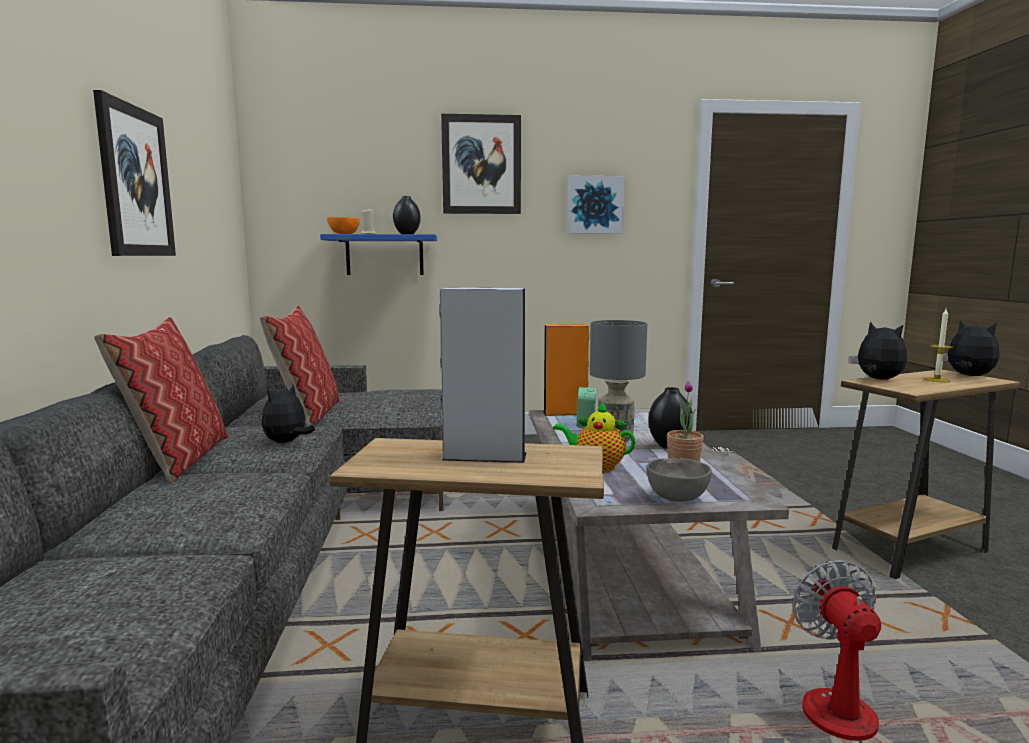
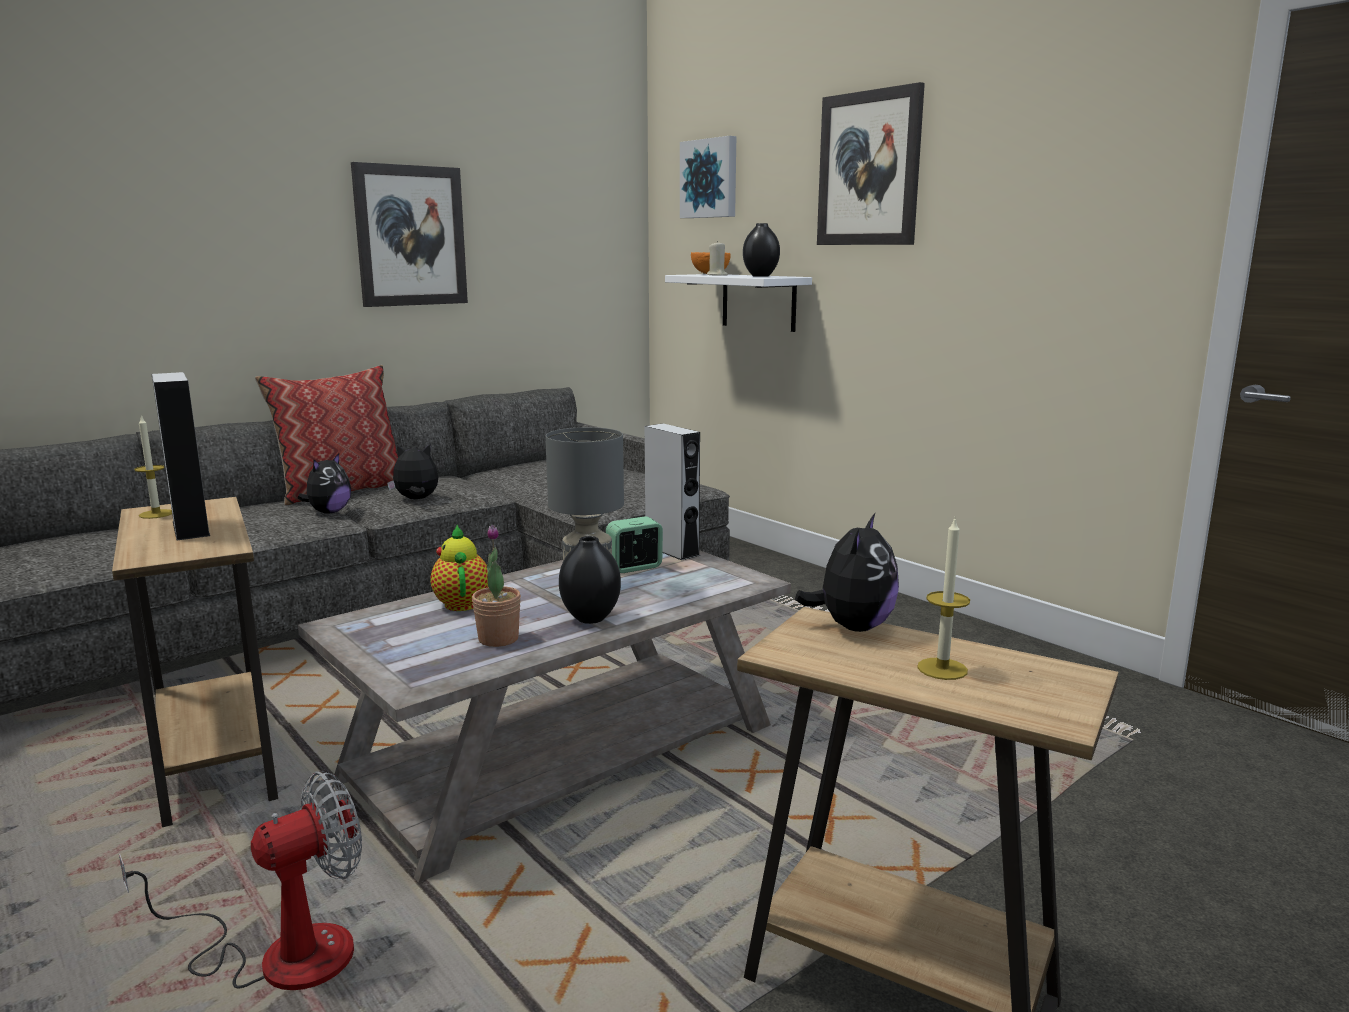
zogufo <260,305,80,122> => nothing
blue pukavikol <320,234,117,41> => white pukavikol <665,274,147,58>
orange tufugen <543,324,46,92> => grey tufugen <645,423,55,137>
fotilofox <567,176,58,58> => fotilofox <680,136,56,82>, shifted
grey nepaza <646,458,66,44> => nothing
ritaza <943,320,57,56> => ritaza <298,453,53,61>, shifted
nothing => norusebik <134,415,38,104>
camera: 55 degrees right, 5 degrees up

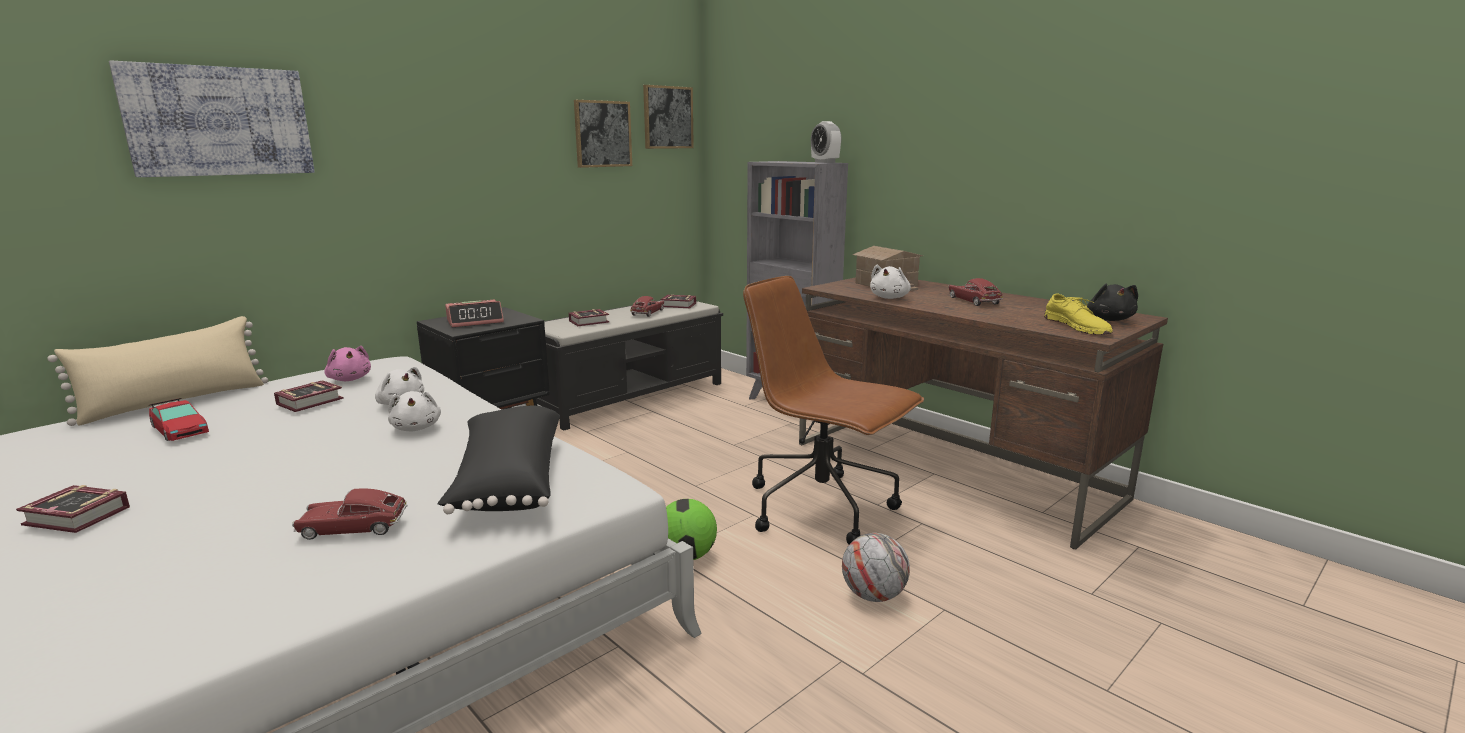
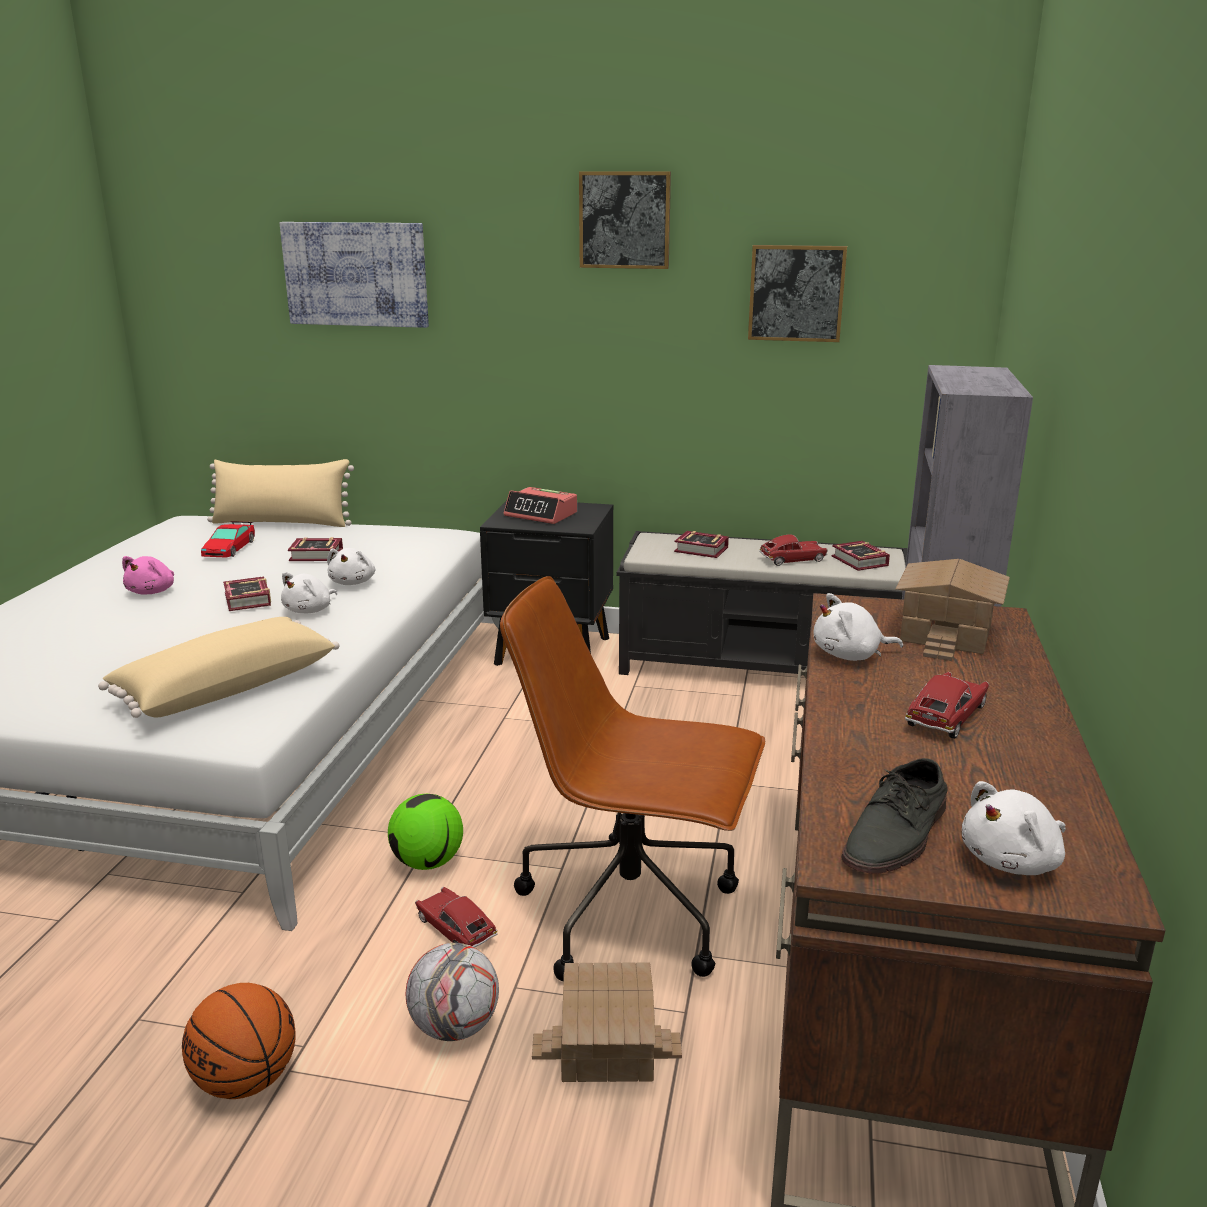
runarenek <16,485,114,48> => runarenek <223,576,48,35>, shifted
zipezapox <292,488,115,52> => zipezapox <415,887,82,61>, shifted
pink ritaza <325,346,46,35> => pink ritaza <122,556,52,39>, shifted
black zogufo <437,406,123,108> => beige zogufo <98,617,241,101>
fotilofox <643,85,51,64> => fotilofox <579,171,92,98>, shifted
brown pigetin <743,276,181,269> => brown pigetin <500,576,265,405>, 75 degrees counterclockwise
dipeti <811,121,30,42> => nothing
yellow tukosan <1044,293,69,42> => grey tukosan <842,758,106,116>
black ritaza <1087,283,51,38> => white ritaza <962,781,104,94>
nothing => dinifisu <182,983,114,116>
nothing => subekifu <532,962,150,120>
camera: 55 degrees right, 5 degrees up

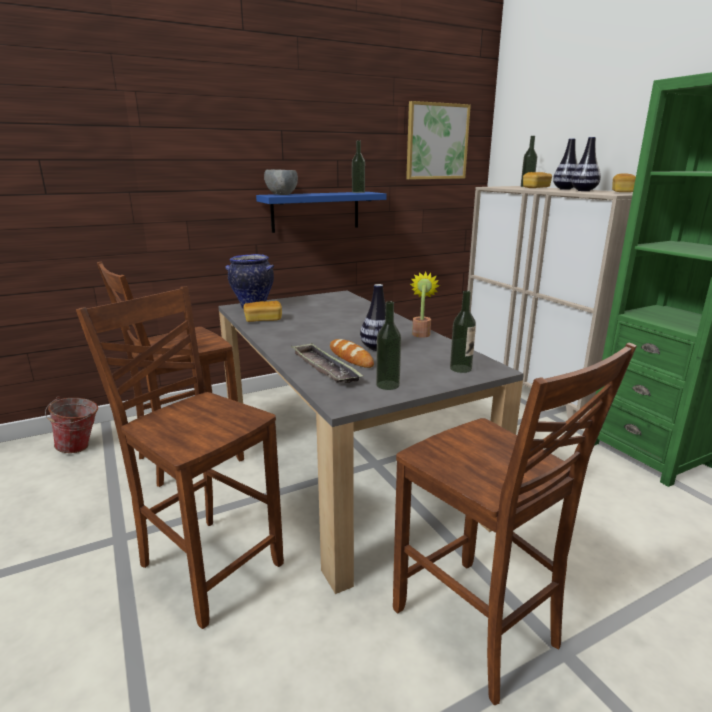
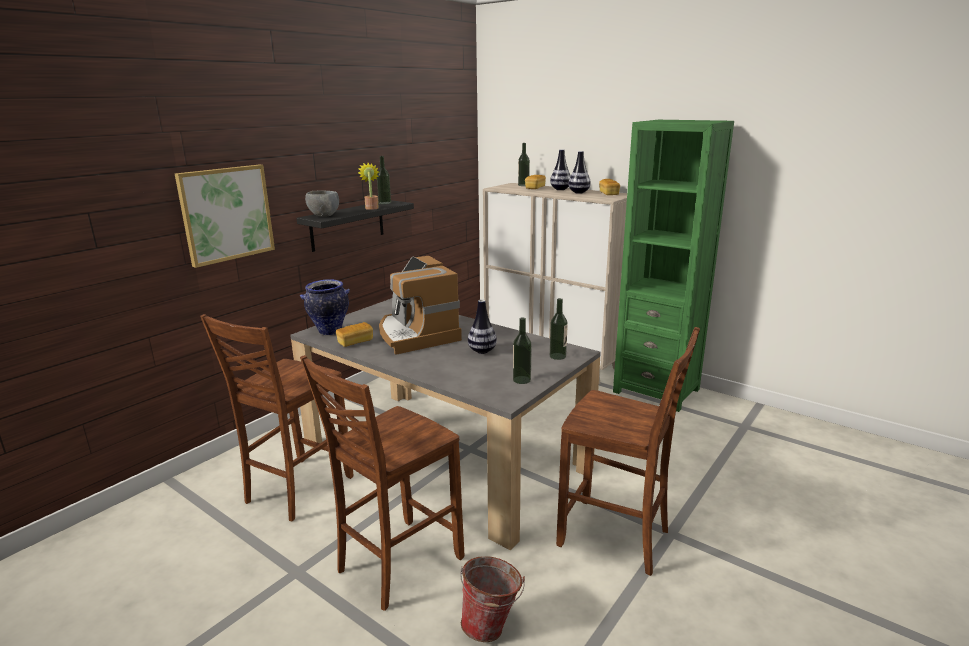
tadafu <45,396,53,57> => tadafu <460,556,65,86>, shifted
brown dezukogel <76,286,208,343> => brown dezukogel <300,355,164,256>, 60 degrees counterclockwise
blue pukavikol <256,192,131,41> => black pukavikol <296,200,118,52>
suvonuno <291,343,73,40> => nothing
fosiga <330,339,44,29> => nothing
fotilofox <406,101,65,78> => fotilofox <175,164,100,104>, shifted
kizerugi <410,271,30,67> => kizerugi <358,163,21,47>, shifted
nothing => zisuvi <379,256,83,99>
camera: 25 degrees left, 0 degrees up

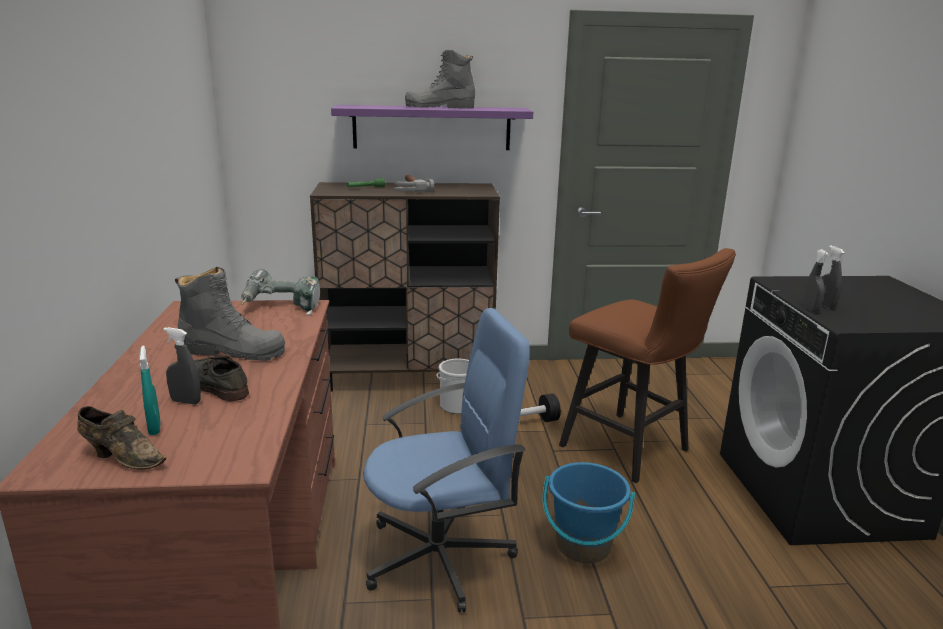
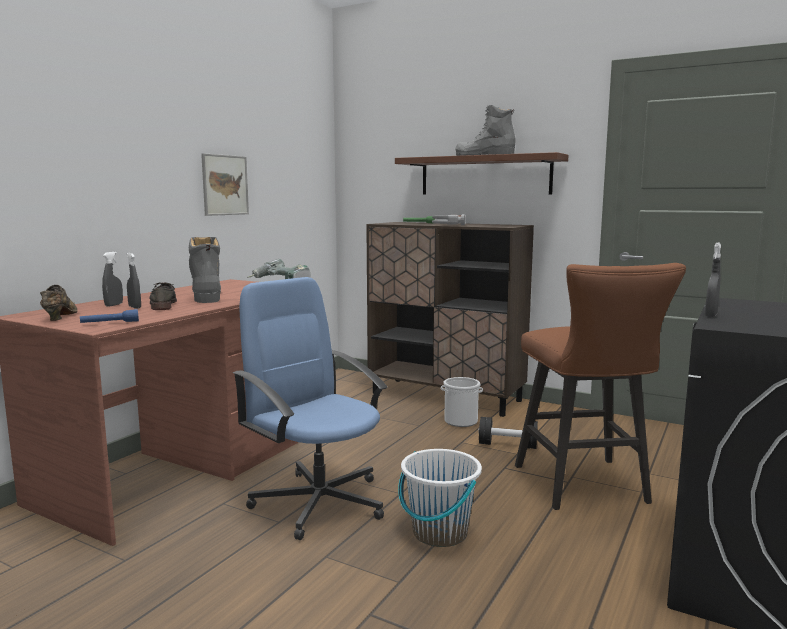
brown tukosan <77,406,89,63> => brown tukosan <40,285,38,36>, 150 degrees counterclockwise
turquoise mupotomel <139,345,21,90> => nothing
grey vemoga <175,267,110,94> => grey vemoga <189,237,32,66>, 150 degrees counterclockwise
purple pukavikol <331,105,202,45> => brown pukavikol <395,152,174,43>
blue pigetin <363,308,167,304> => blue pigetin <233,277,154,263>, 150 degrees counterclockwise
blue tadafu <543,462,92,101> => white tadafu <398,449,84,98>
grey mupotomel <821,245,23,64> => grey mupotomel <102,252,21,55>, shifted
nothing => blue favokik <80,309,59,14>
nothing => fotilofox <201,153,48,63>
camera: 35 degrees right, 10 degrees down

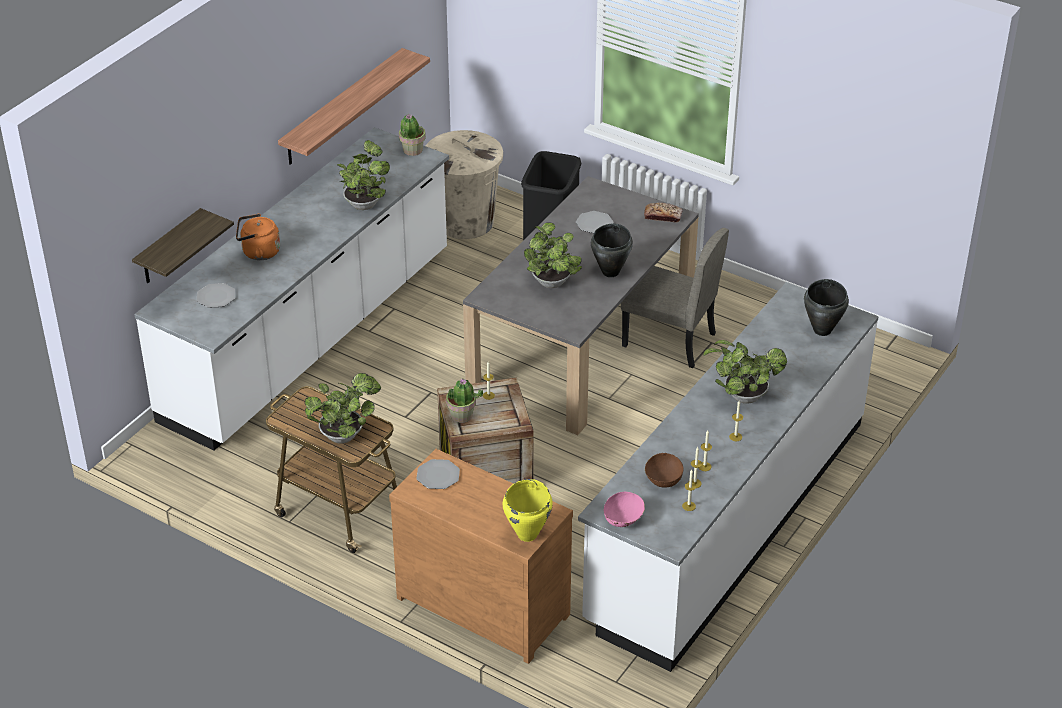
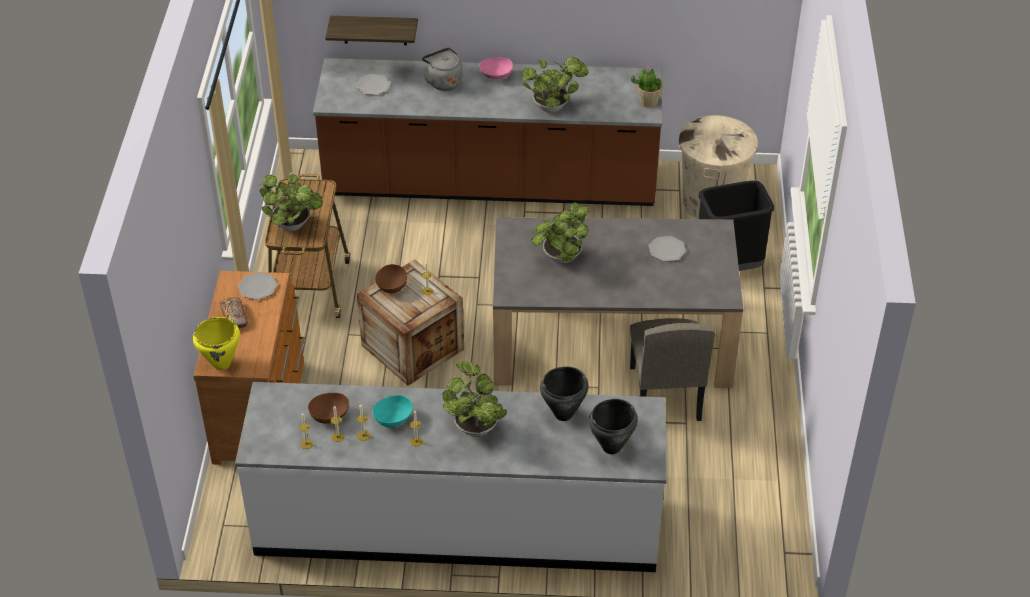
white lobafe <134,127,315,324> => brown lobafe <313,58,349,148>
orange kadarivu <236,214,44,46> => grey kadarivu <422,48,40,43>
pukavikol <278,48,152,117> => nothing
kizerugi <446,379,37,44> => brown nepaza <375,264,32,29>
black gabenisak <591,223,42,54> => black gabenisak <540,367,48,54>, shifted
pink nepaza <604,492,41,35> => pink nepaza <479,57,34,22>, shifted
fosiga <644,203,38,19> => fosiga <220,297,28,32>, shifted
nothing => turquoise nepaza <372,395,41,32>
camera: 60 degrees right, 5 degrees up

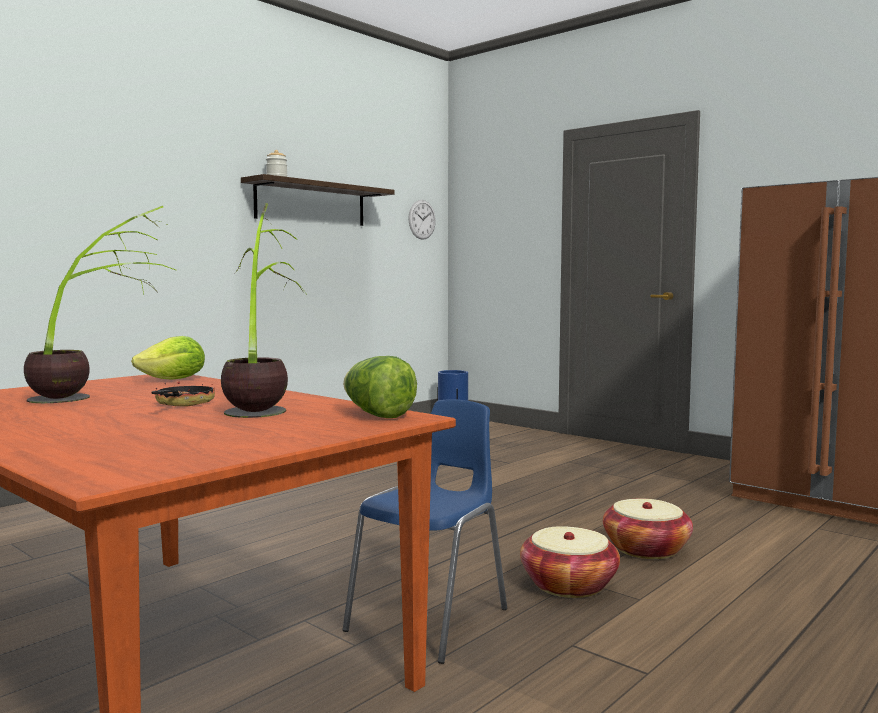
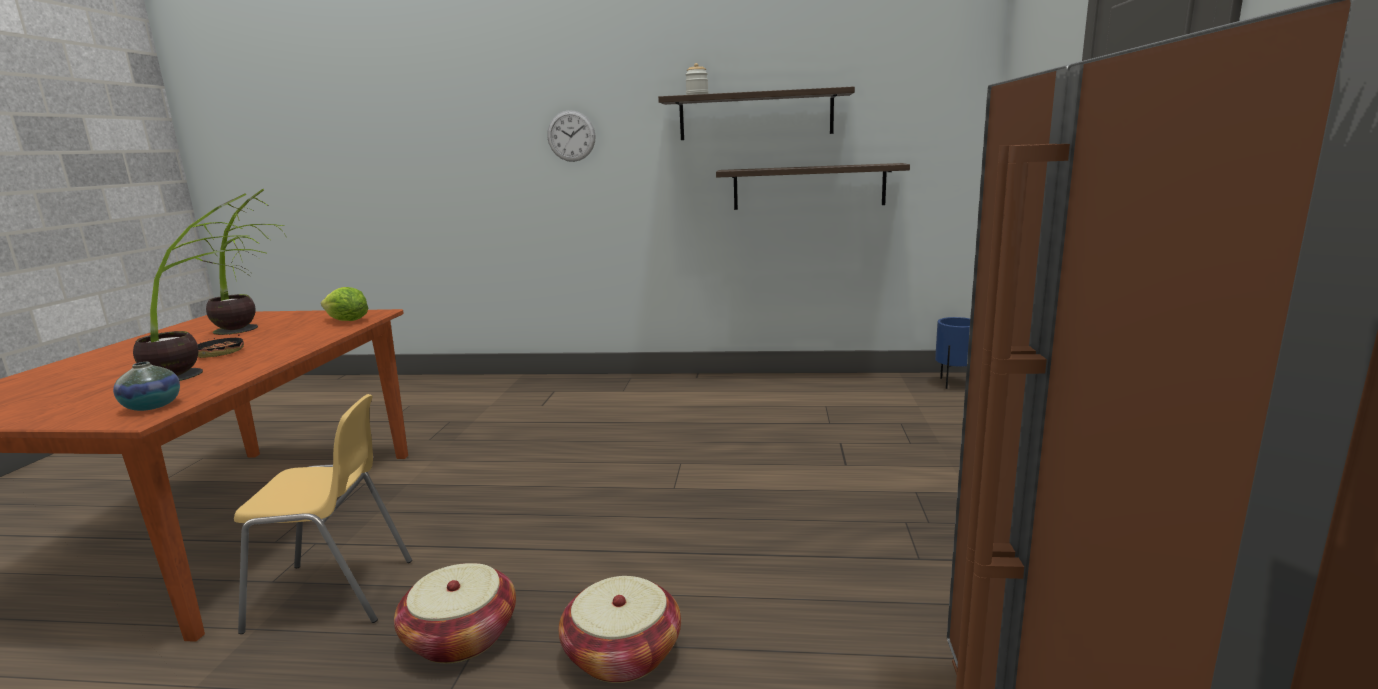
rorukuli <343,356,74,62> => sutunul <113,362,67,49>
blue dezukogel <343,399,164,265> => yellow dezukogel <234,394,178,240>
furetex <408,200,28,40> => furetex <547,110,49,52>, shifted
nothing => pukavikol <716,163,194,47>
camera: 55 degrees right, 10 degrees up

